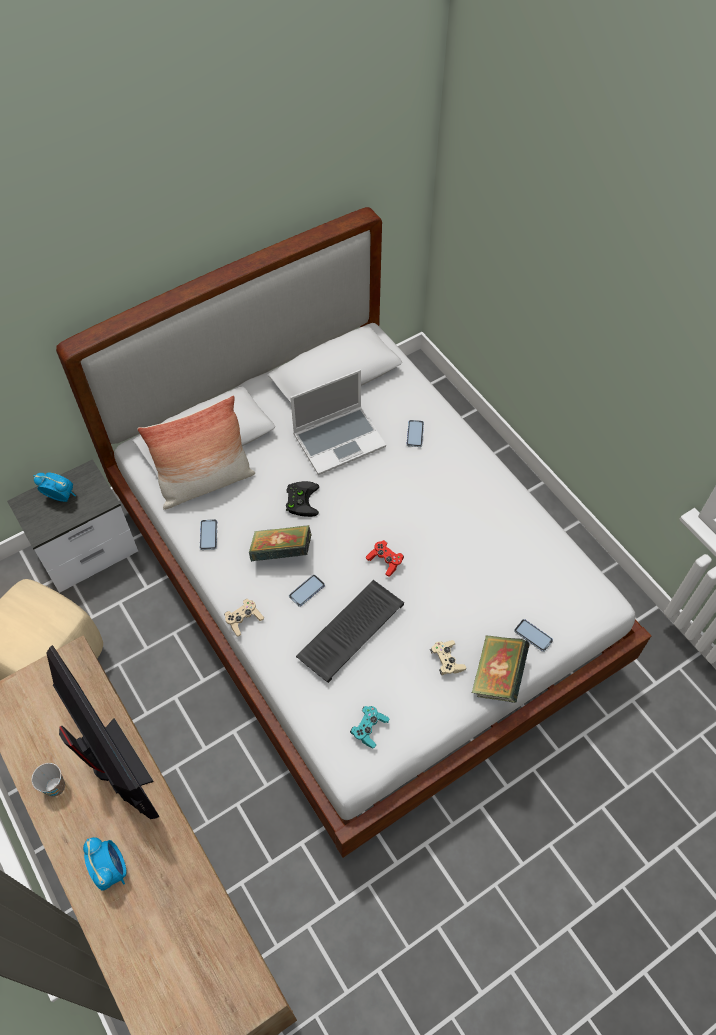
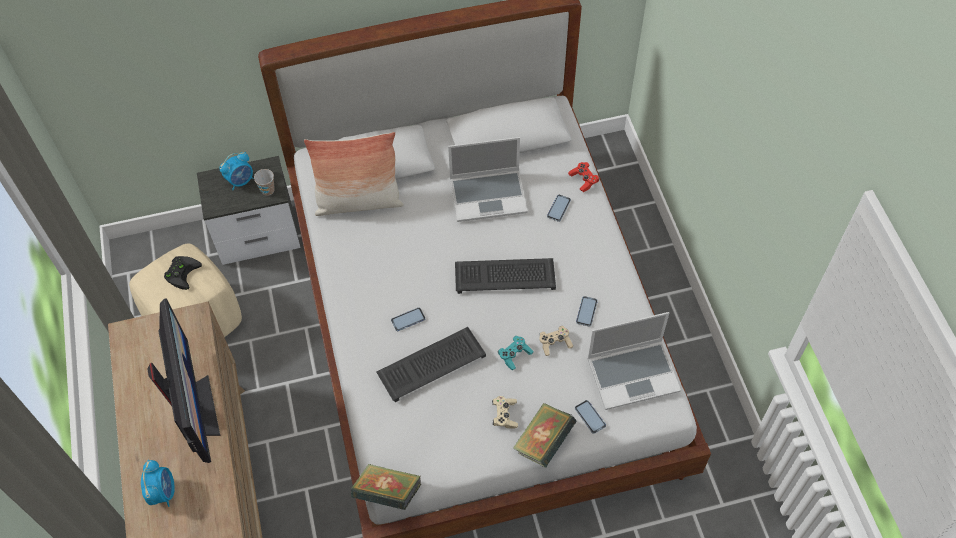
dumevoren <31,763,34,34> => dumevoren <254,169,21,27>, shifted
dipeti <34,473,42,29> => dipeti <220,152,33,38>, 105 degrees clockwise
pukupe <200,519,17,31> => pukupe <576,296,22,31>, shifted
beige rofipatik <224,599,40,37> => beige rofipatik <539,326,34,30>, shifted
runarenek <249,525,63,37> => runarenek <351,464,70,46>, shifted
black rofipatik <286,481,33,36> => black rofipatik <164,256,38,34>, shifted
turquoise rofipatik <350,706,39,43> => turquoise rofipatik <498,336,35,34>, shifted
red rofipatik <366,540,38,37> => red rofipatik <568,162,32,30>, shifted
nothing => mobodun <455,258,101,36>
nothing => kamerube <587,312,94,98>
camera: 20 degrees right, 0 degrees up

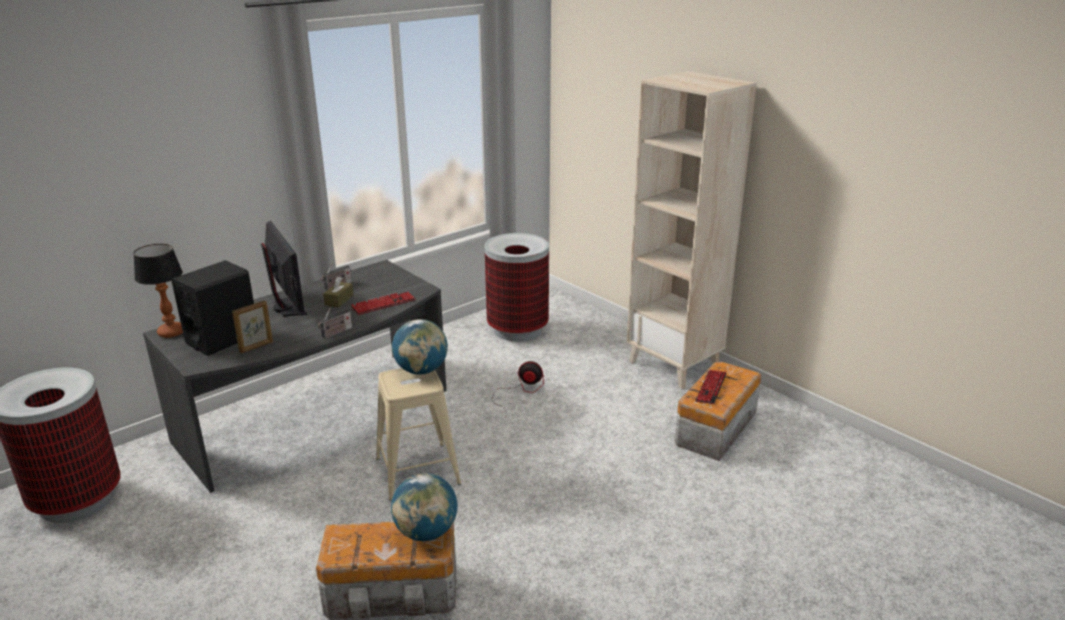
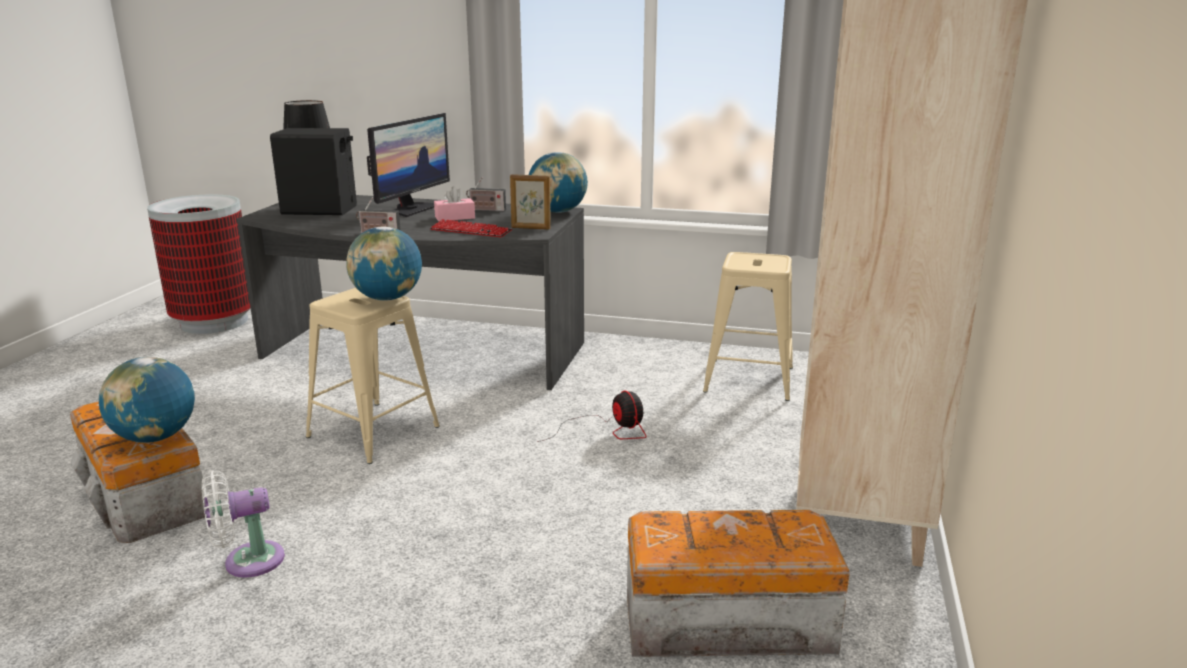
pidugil <232,300,41,54> => pidugil <510,174,41,56>, shifted
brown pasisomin <323,277,30,31> => pink pasisomin <434,186,41,35>
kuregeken <485,233,64,108> => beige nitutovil <703,252,90,149>
mobodun <696,370,31,34> => nothing
nothing => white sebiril <202,470,83,107>
nothing => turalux <529,152,59,61>
camera: 55 degrees right, 5 degrees down

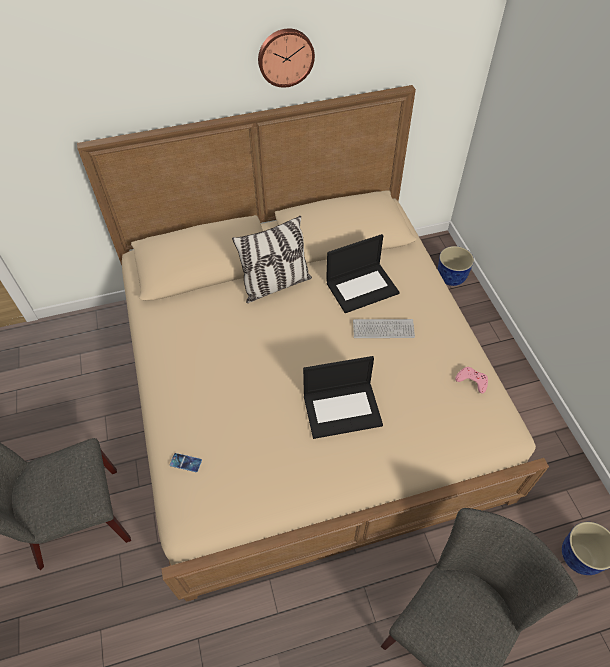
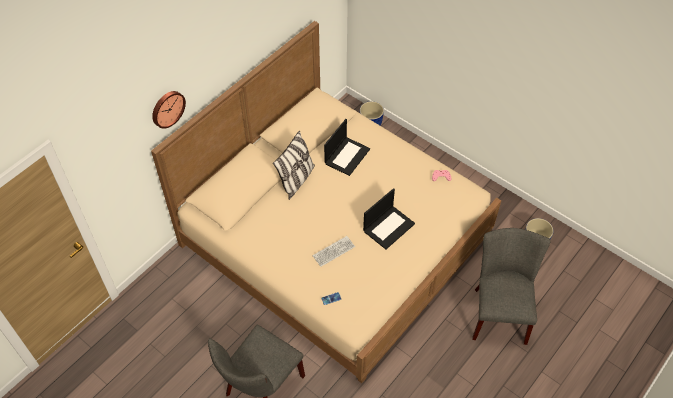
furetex <258,29,57,59> => furetex <152,91,34,38>, shifted
mobodun <353,319,62,19> => mobodun <313,236,42,31>, shifted
camera: 35 degrees left, 0 degrees up

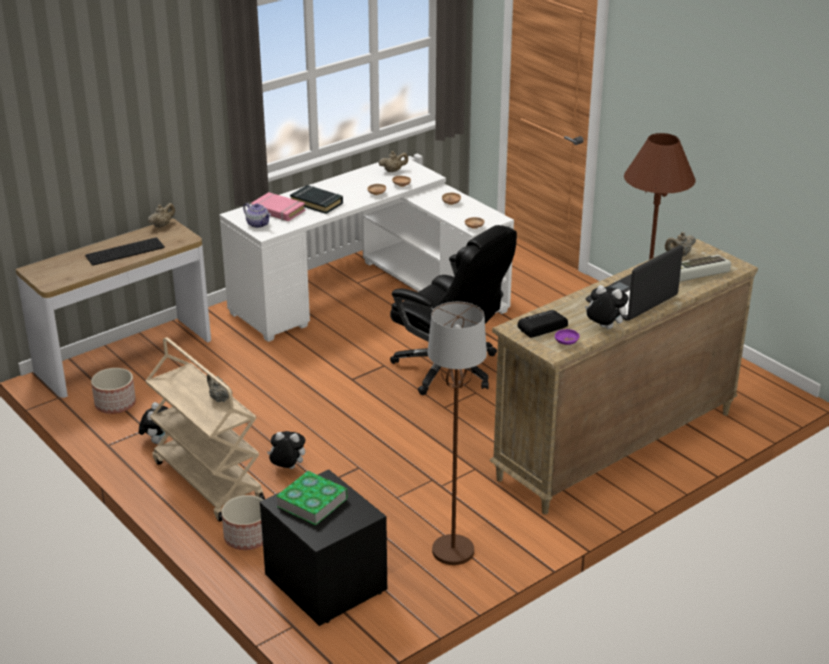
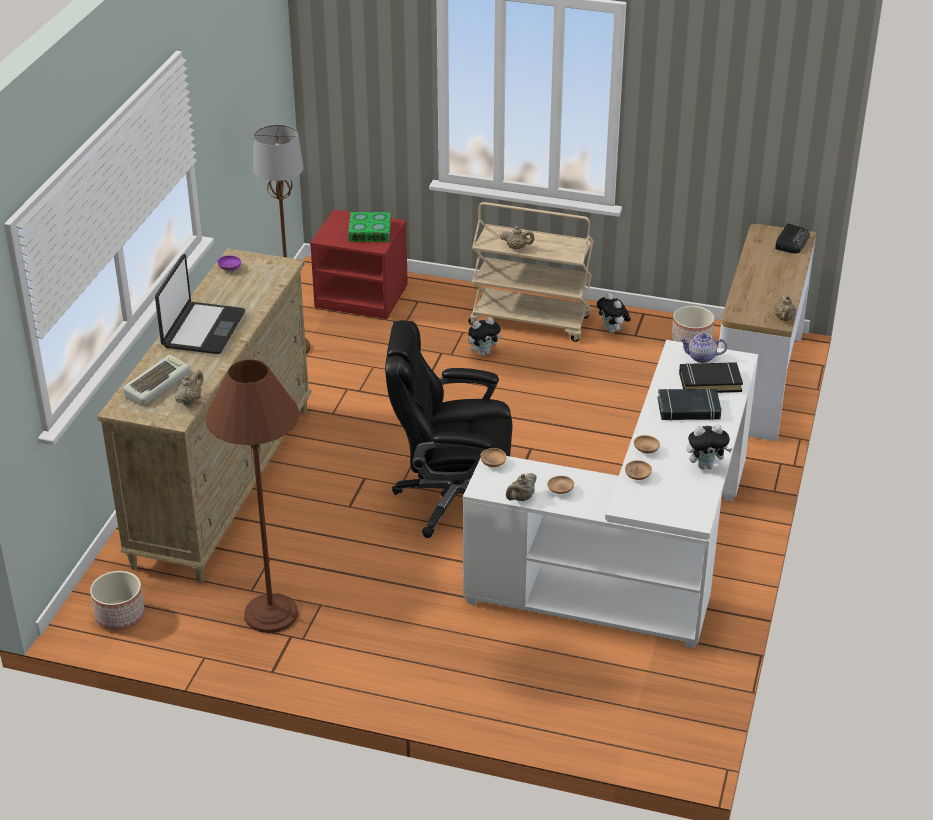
mobodun <85,237,80,29> => nothing
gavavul <221,495,42,55> => gavavul <90,571,55,59>, shifted
pink runarenek <251,192,54,29> => black runarenek <679,362,64,31>
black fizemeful <260,469,127,157> => red fizemeful <310,210,98,109>
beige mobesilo <378,151,30,21> => beige mobesilo <506,473,31,28>, shifted
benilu <517,310,51,28> => benilu <775,224,35,29>, shifted
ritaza <585,285,44,44> => ritaza <687,424,45,45>, shifted
camera: 145 degrees right, 5 degrees up

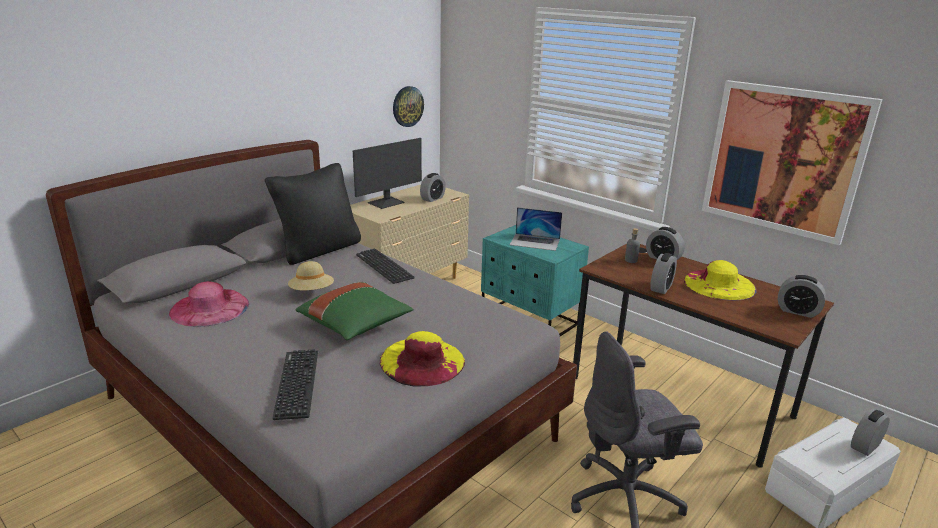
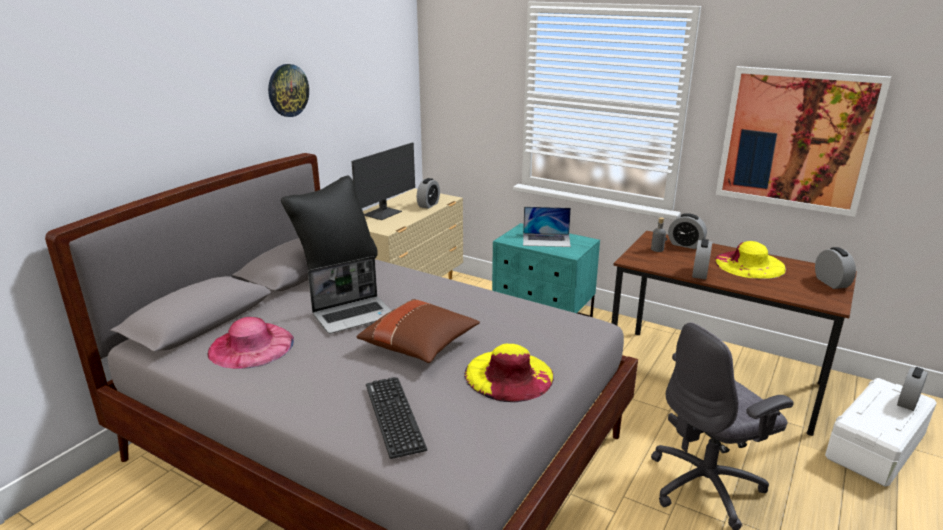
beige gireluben <288,261,46,29> => kamerube <308,256,84,78>
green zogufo <295,282,118,58> => brown zogufo <357,299,123,64>
mobodun <356,249,58,35> => nothing
furetex <393,86,31,41> => furetex <268,64,41,53>, shifted
dipeti <778,275,48,43> => dipeti <815,247,41,42>, 120 degrees counterclockwise
camera: 10 degrees left, 0 degrees up

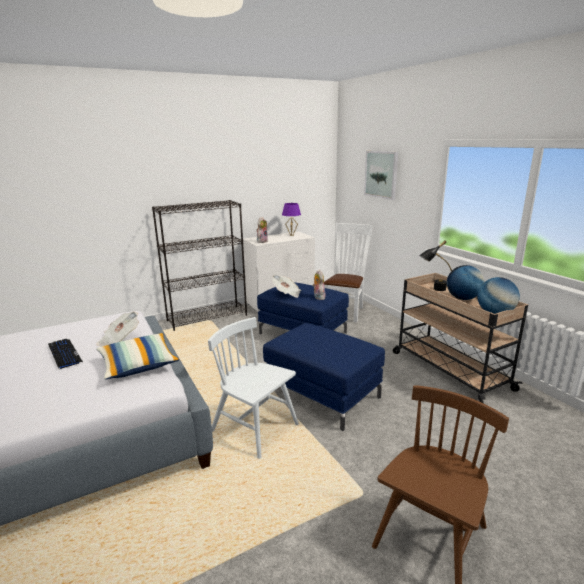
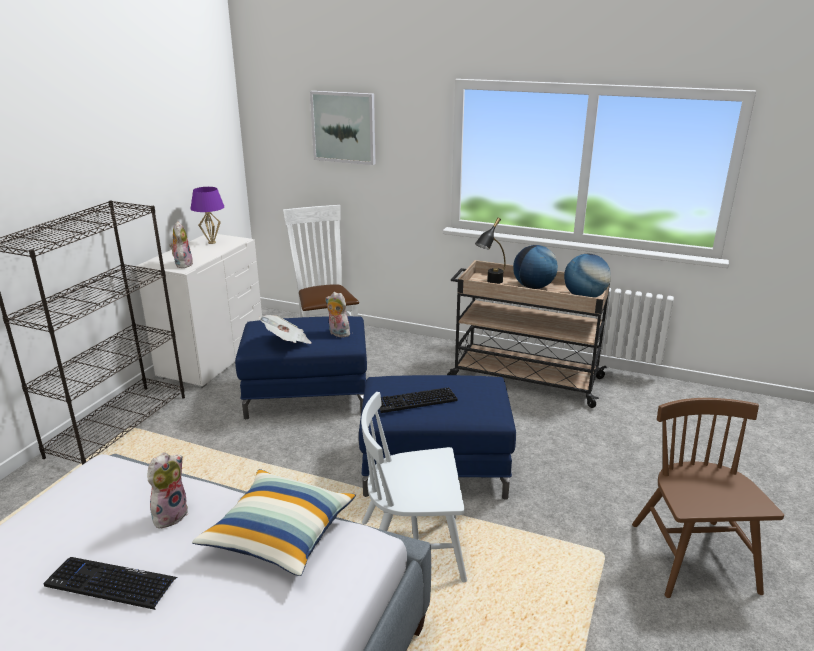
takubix <96,312,43,35> => ritaza <148,452,40,77>
nothing => mobodun <379,387,79,26>
camera: 40 degrees left, 5 degrees up

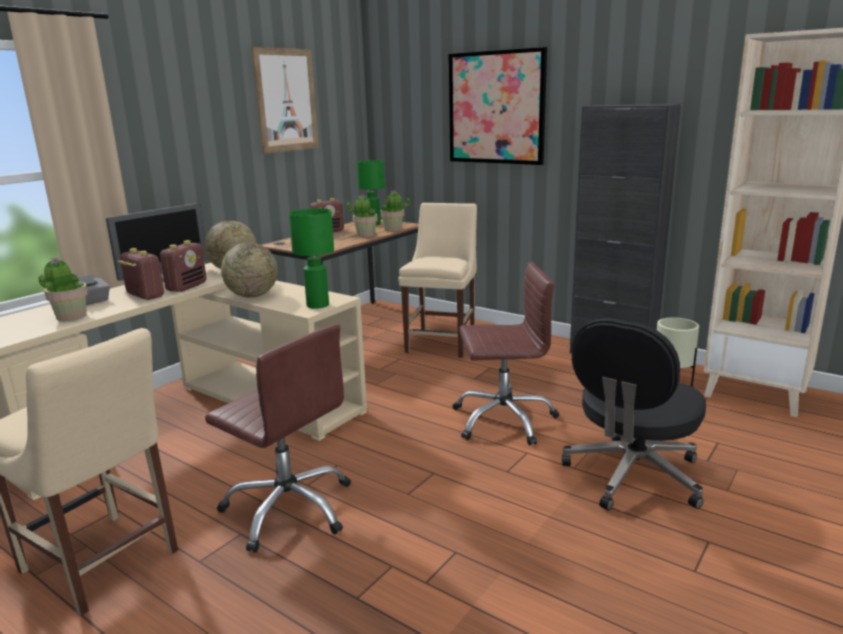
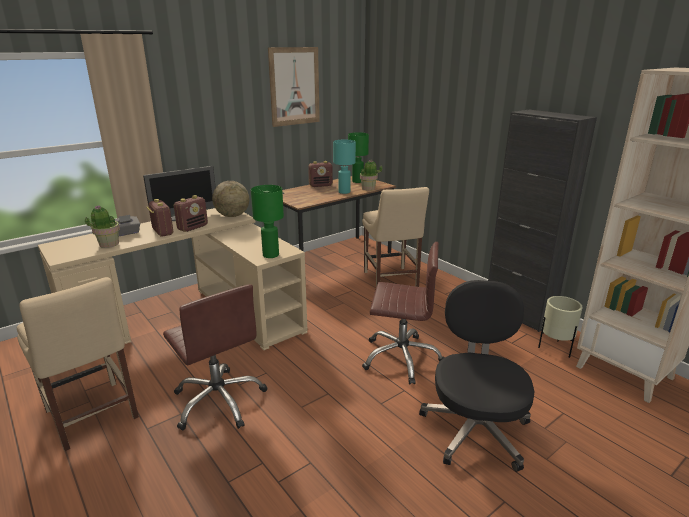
turalux <221,242,57,56> => nothing
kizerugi <346,194,32,43> => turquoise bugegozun <333,140,23,54>
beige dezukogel <398,203,79,155> => beige dezukogel <362,187,67,100>, 135 degrees clockwise
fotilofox <449,47,98,118> => nothing
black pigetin <562,318,144,193> => black pigetin <419,280,115,192>, 135 degrees clockwise
camera: 15 degrees right, 5 degrees up

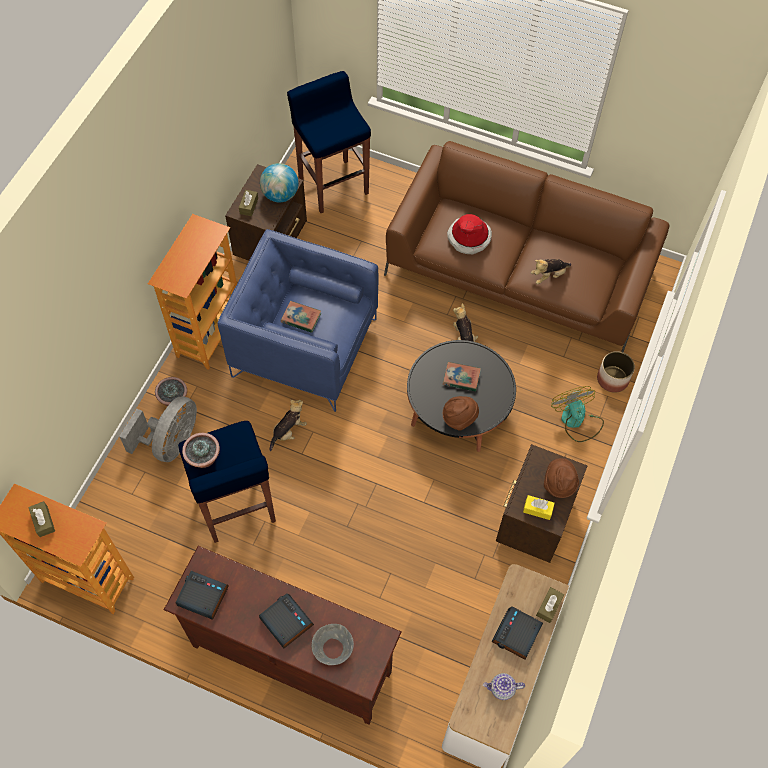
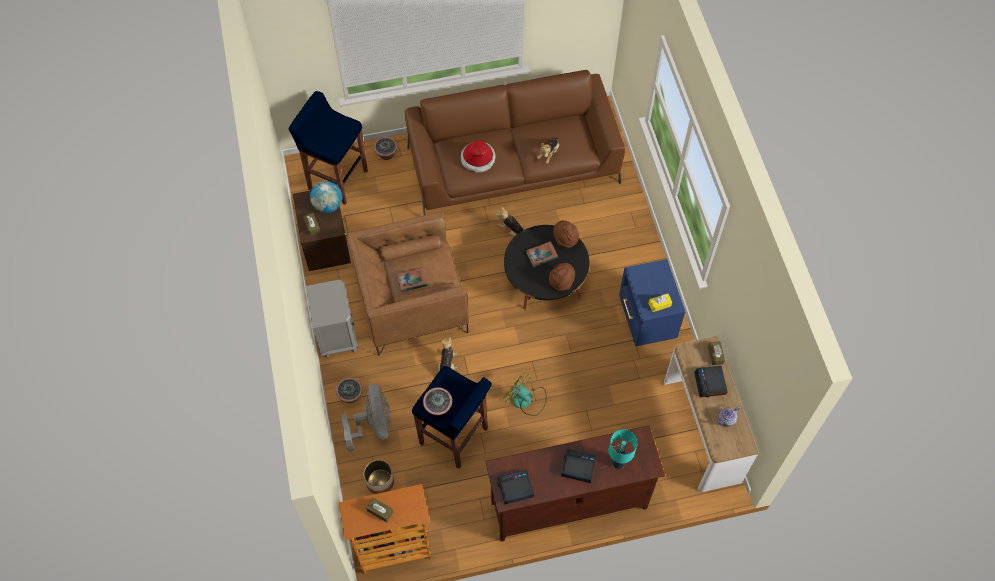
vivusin <148,214,89,156> => grey fizemeful <306,279,52,79>
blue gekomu <217,229,161,183> => brown gekomu <347,212,122,143>
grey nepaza <312,624,42,41> => turquoise bugegozun <608,429,30,40>
brown fizemeful <496,444,91,119> => blue fizemeful <619,259,66,87>
brown gireluben <544,458,35,40> => brown gireluben <553,220,26,28>, shifted
sebiril <551,386,53,56> => sebiril <503,372,44,44>, shifted
gavavul <597,351,38,42> => gavavul <364,460,30,34>, shifted
nothing => kizerugi <374,137,24,23>
camera: 35 degrees left, 0 degrees up

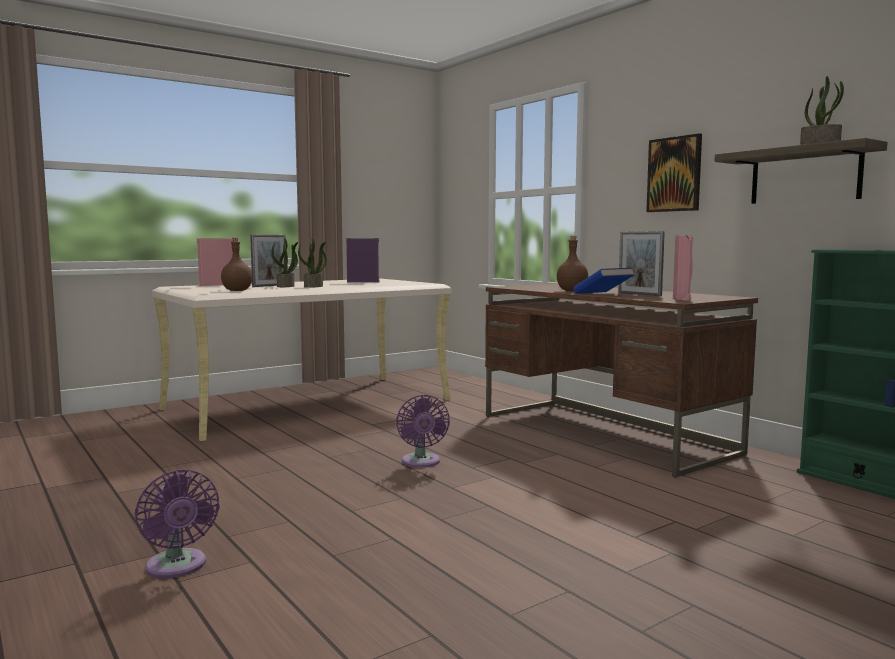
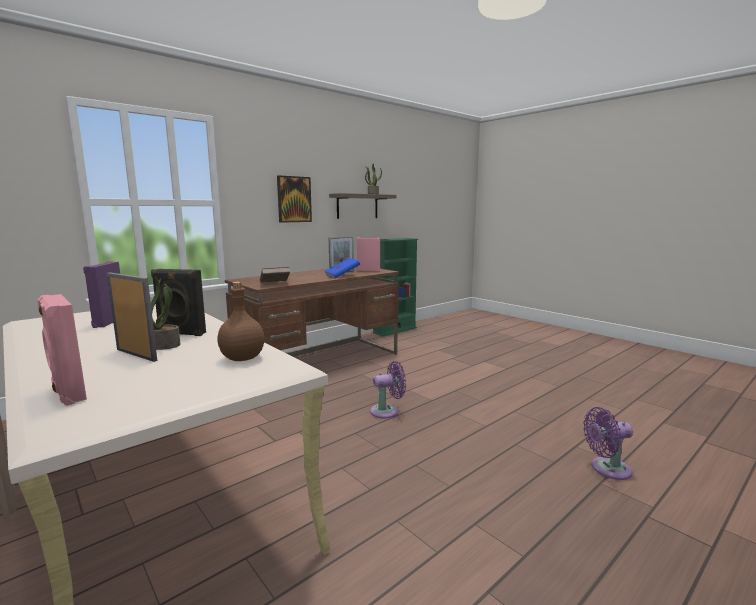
purple sebiril <135,469,85,109> => purple sebiril <583,407,50,73>, 150 degrees counterclockwise
kizerugi <298,238,29,50> => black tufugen <151,269,55,67>
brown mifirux <557,236,31,55> => nothing
nothing => brown runarenek <260,267,30,16>
camera: 95 degrees left, 5 degrees up

